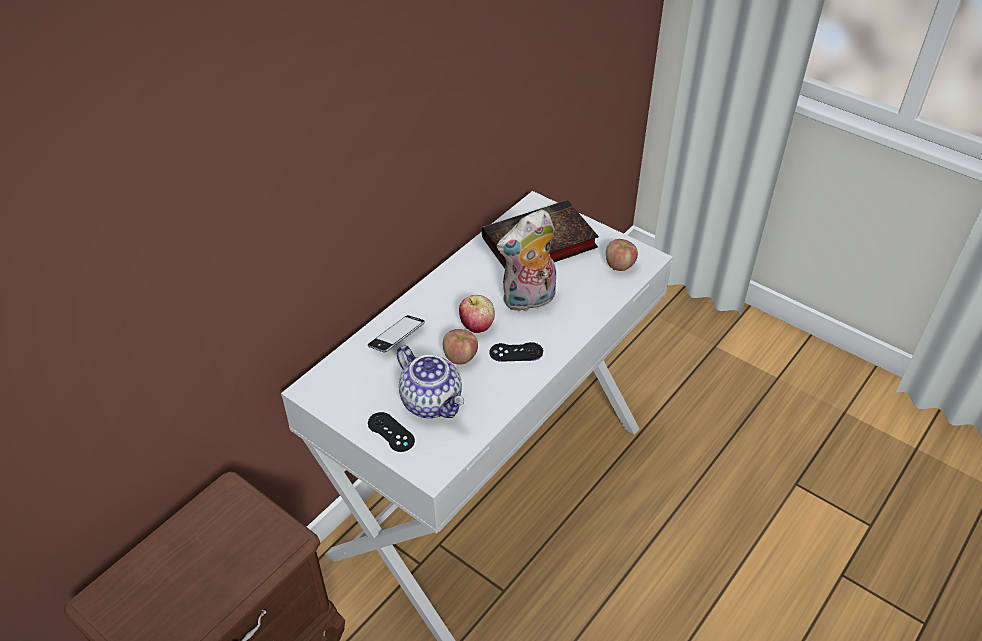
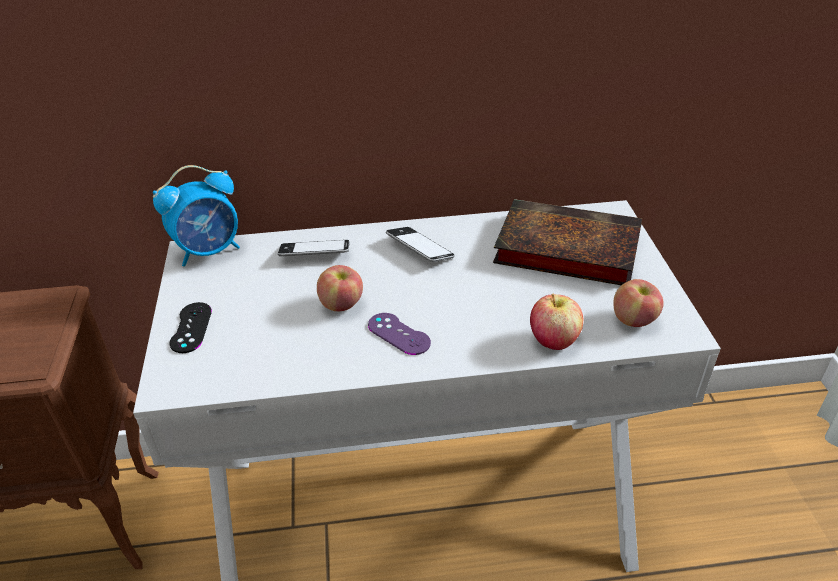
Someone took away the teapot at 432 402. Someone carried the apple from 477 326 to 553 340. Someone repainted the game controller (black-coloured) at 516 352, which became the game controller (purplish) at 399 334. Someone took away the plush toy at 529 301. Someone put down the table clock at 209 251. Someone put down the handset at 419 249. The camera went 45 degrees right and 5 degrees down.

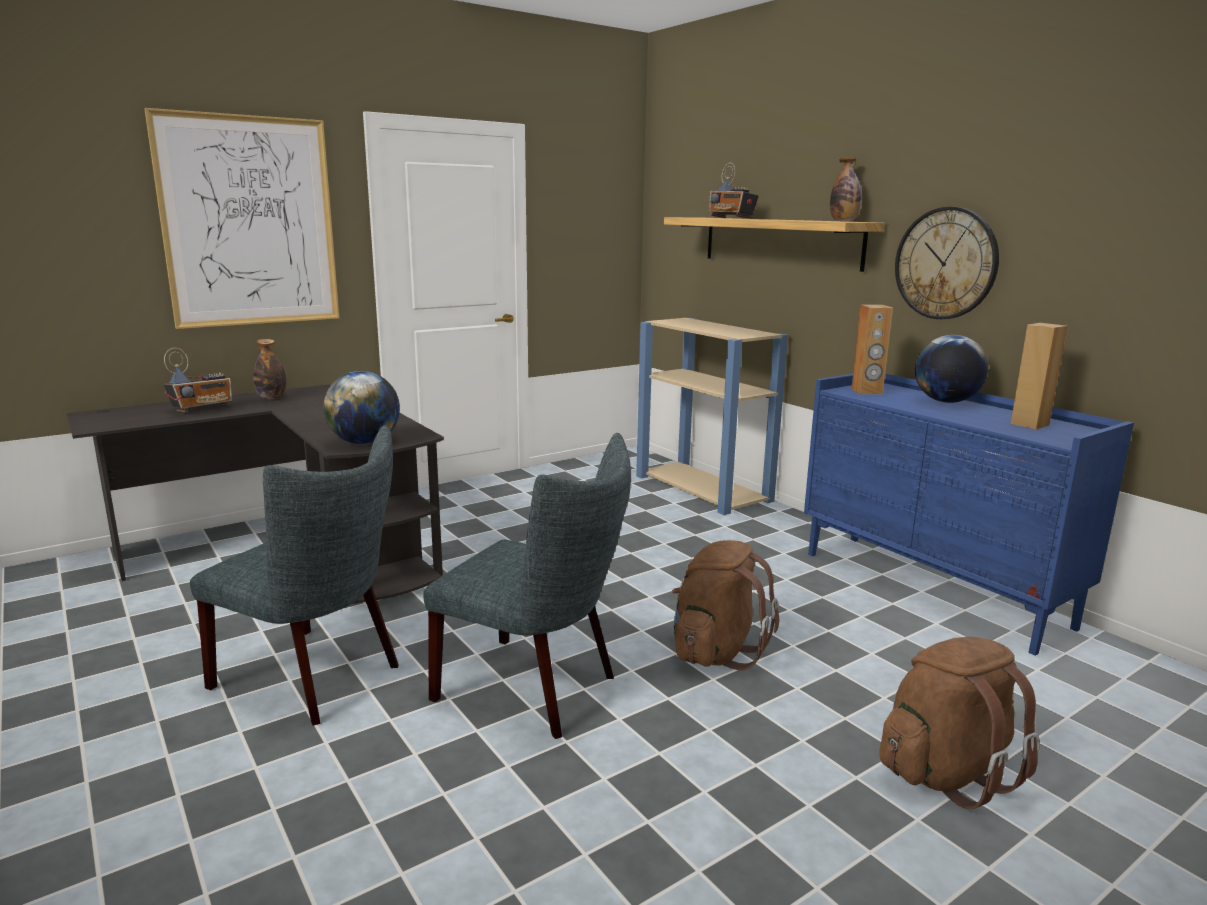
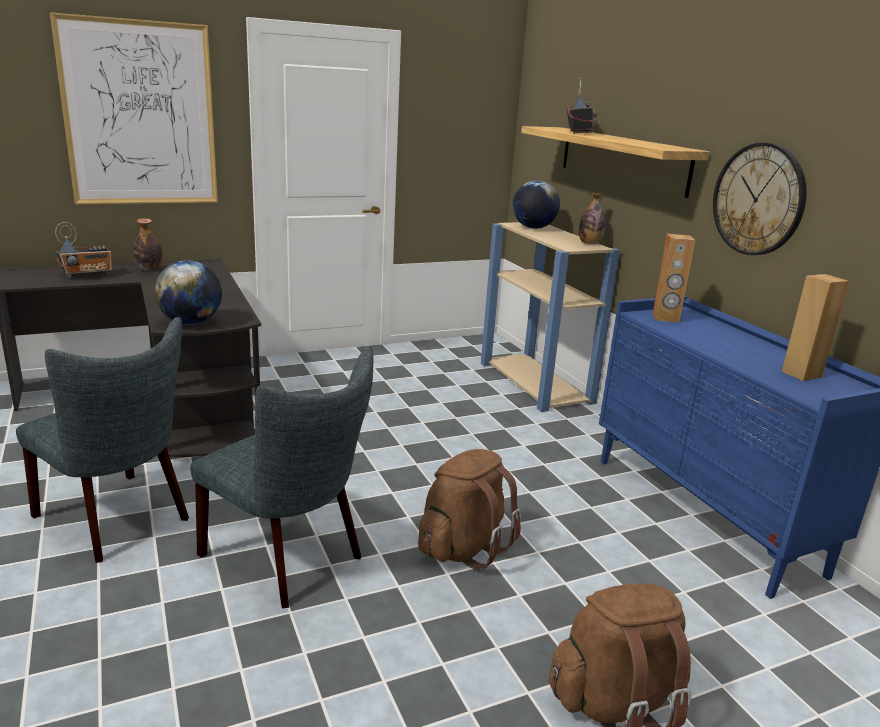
Someone rotated the radio set at 731 218 by 150 degrees counterclockwise. Someone carried the drink bottle from 844 221 to 590 243. Someone carried the globe from 946 401 to 533 228. The camera went 10 degrees right and 5 degrees up.

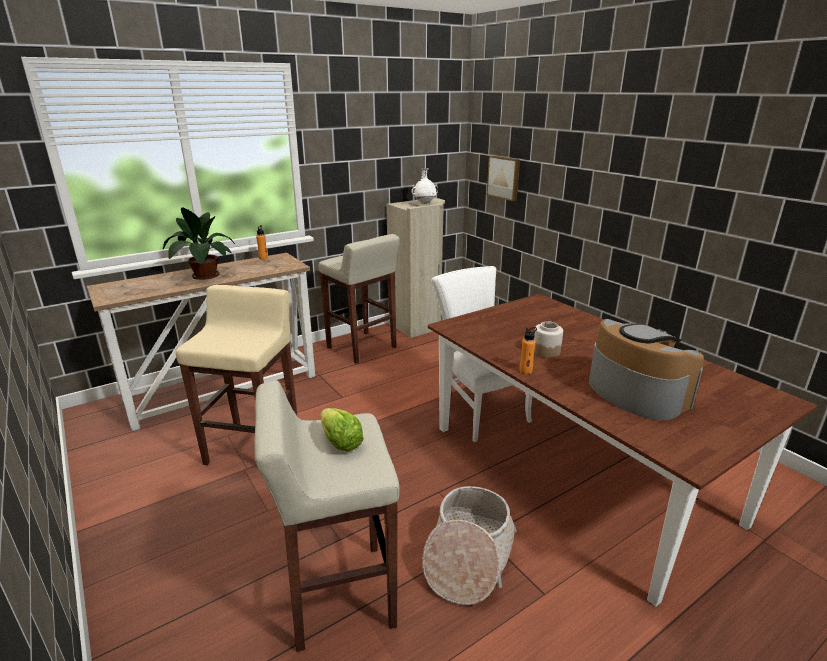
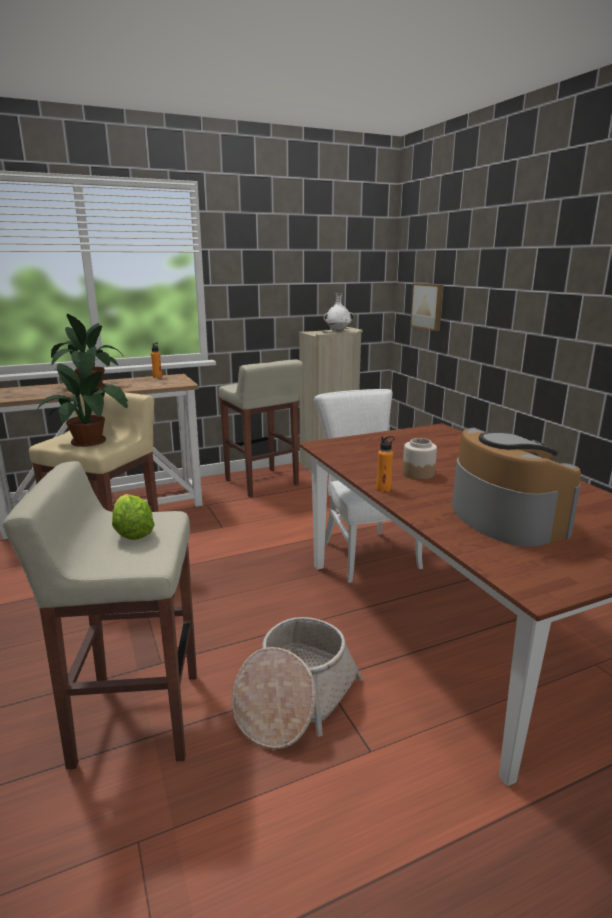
Someone put down the houseplant at 92 441. The camera went 10 degrees right and 5 degrees down.

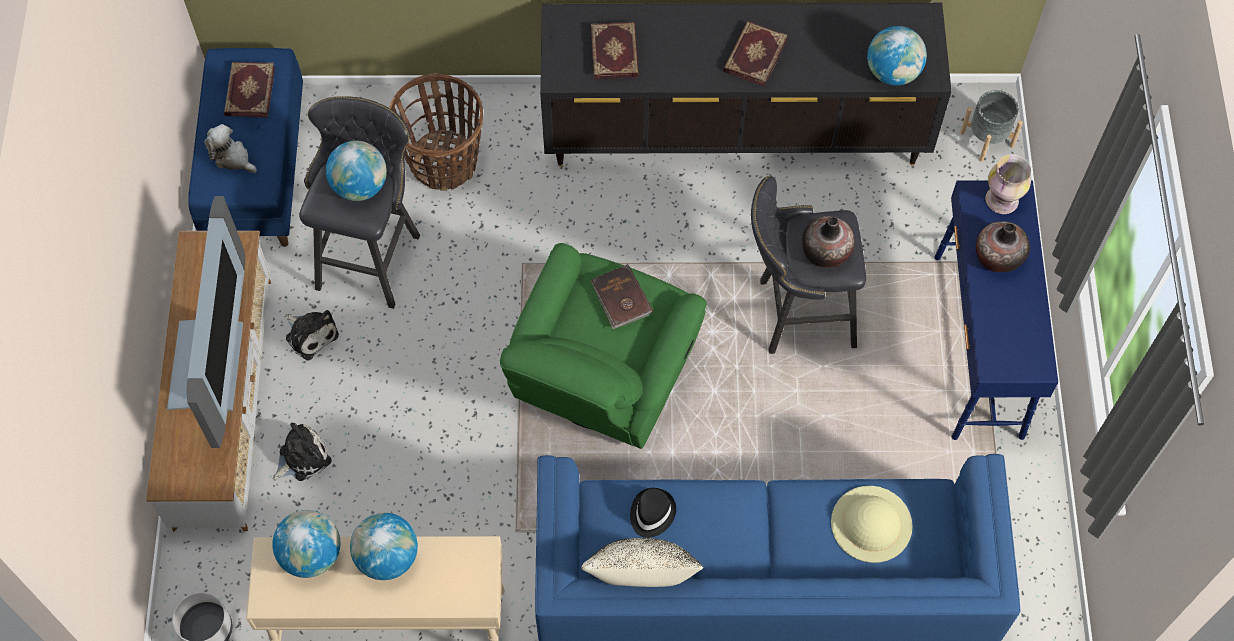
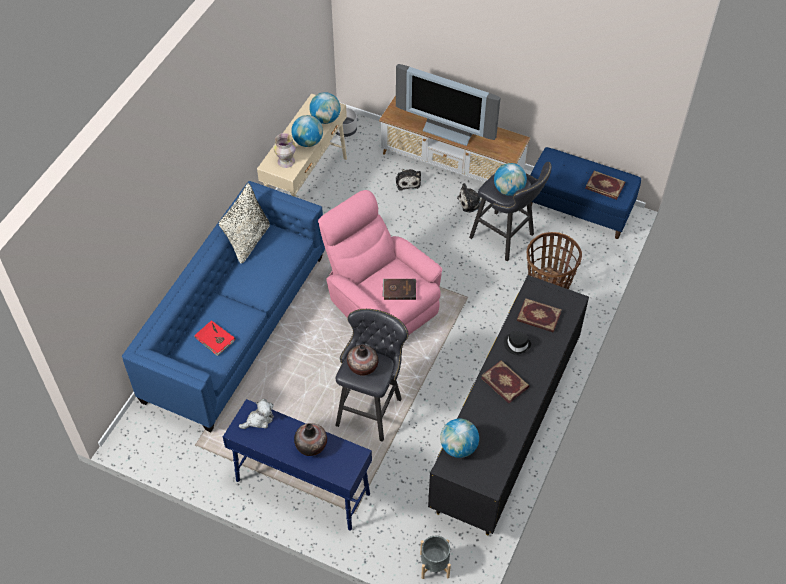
Someone carried the plush toy from 232 157 to 259 419. Someone repainted the easy chair (greenish) at 600 383, which became the easy chair (pinkish) at 380 304. Someone carried the clothing hat (black-coloured) from 651 513 to 517 344. Someone swapped the clothing hat (beige-coloured) at 871 524 for the book (red-coloured) at 214 339. Someone carried the decorative vase from 1002 200 to 286 162. The camera went 115 degrees right and 10 degrees down.

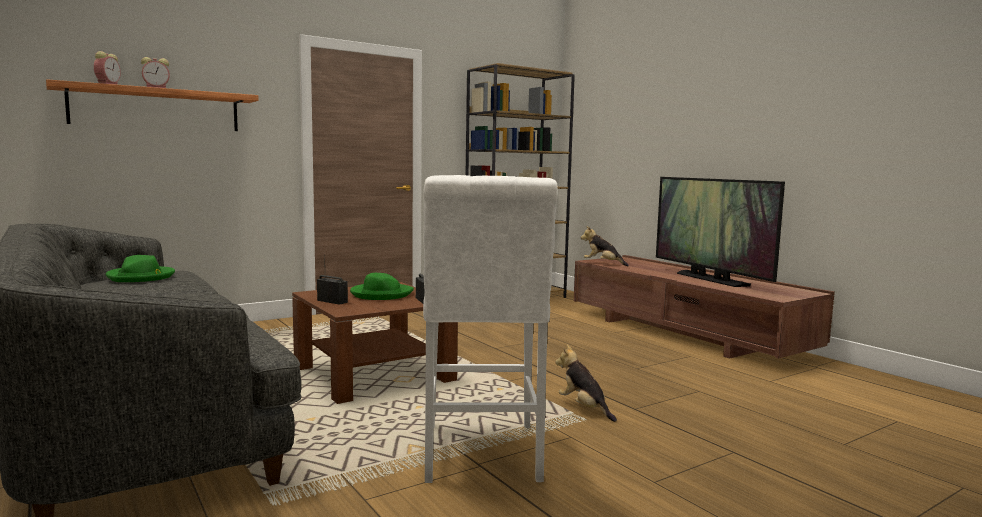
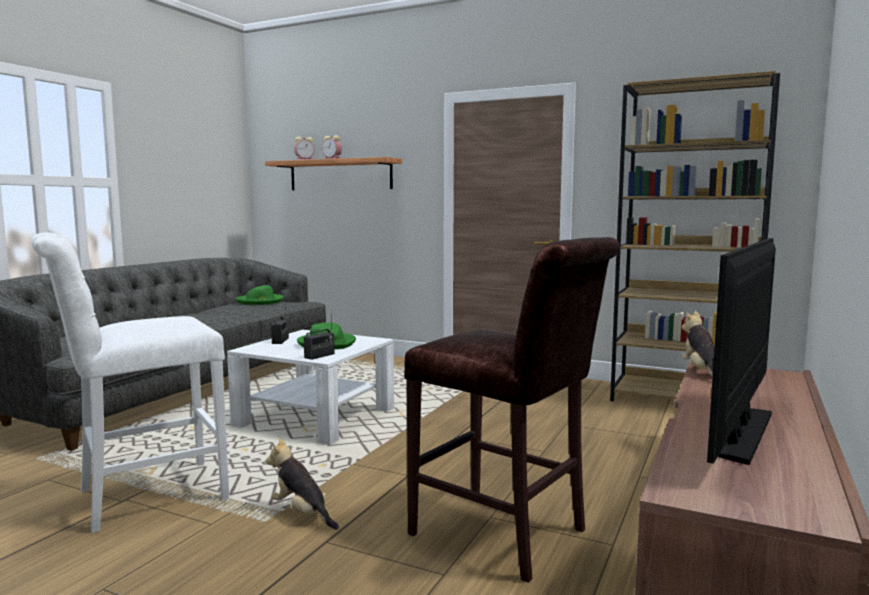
Someone repainted the low table (brown) at 373 373, which became the low table (white) at 315 417. Someone rotated the plush toy at 584 408 by 75 degrees counterclockwise. Someone put down the sitting stool (brown) at 505 535. The camera went 60 degrees right and 0 degrees up.

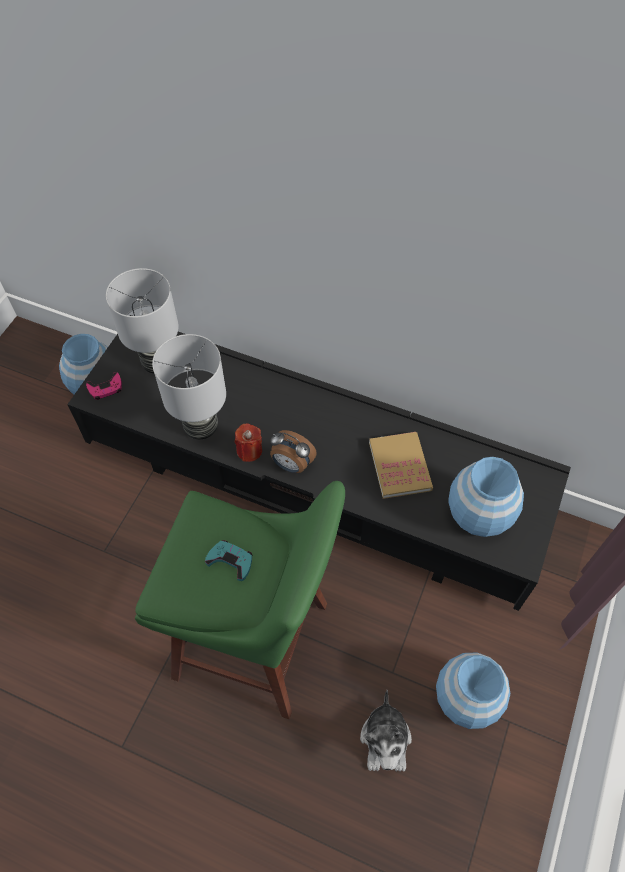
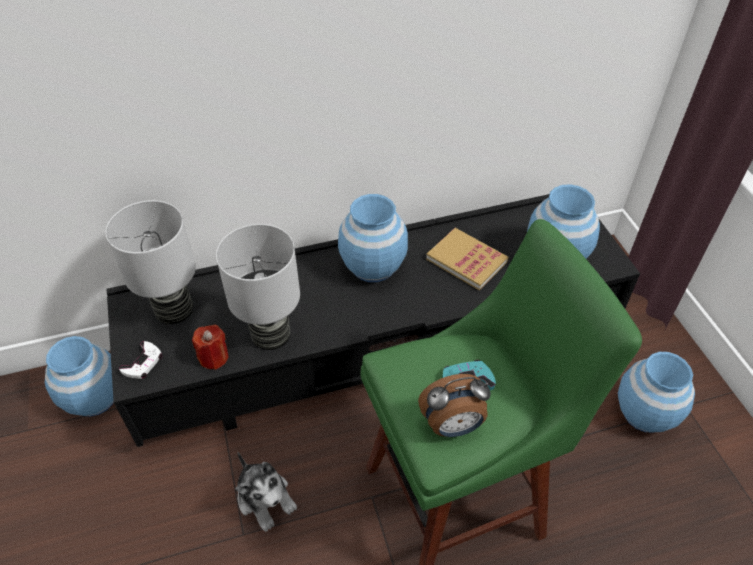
Someone repainted the game controller (pinkish) at 106 388, which became the game controller (white) at 143 363. Someone carried the candle (red-coloured) from 249 450 to 213 357. Someone carried the table clock from 291 464 to 452 426. Someone carried the plush toy from 386 740 to 265 498. Someone put down the decorative vase (blue-coloured) at 373 266. The camera went 40 degrees left and 10 degrees down.

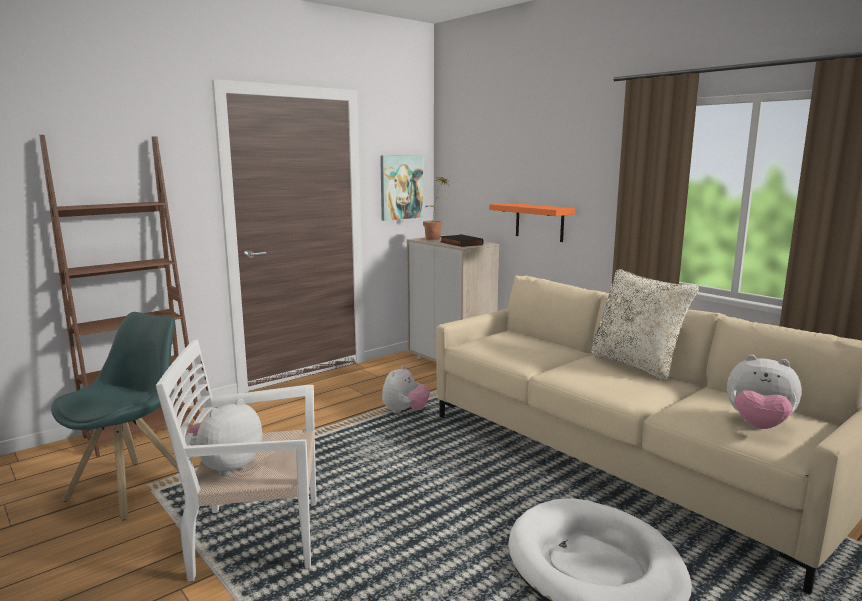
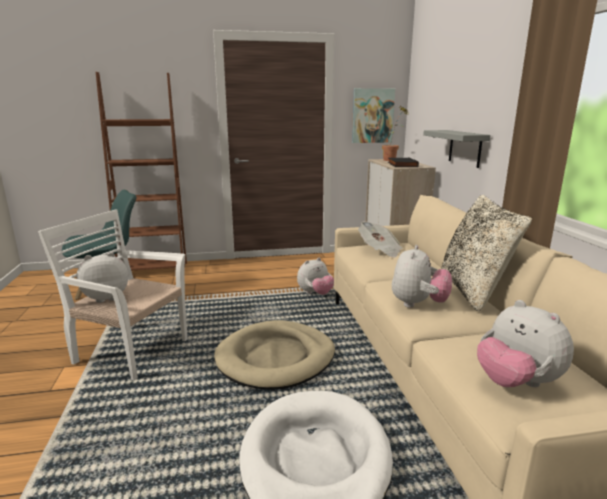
Someone repainted the wall shelf (orange) at 539 222, which became the wall shelf (grey) at 465 148. Someone put down the dog cushion (beige-coloured) at 276 358. Someone put down the daily paper at 380 251. Someone put down the plush toy at 418 304. The camera went 30 degrees right and 5 degrees up.

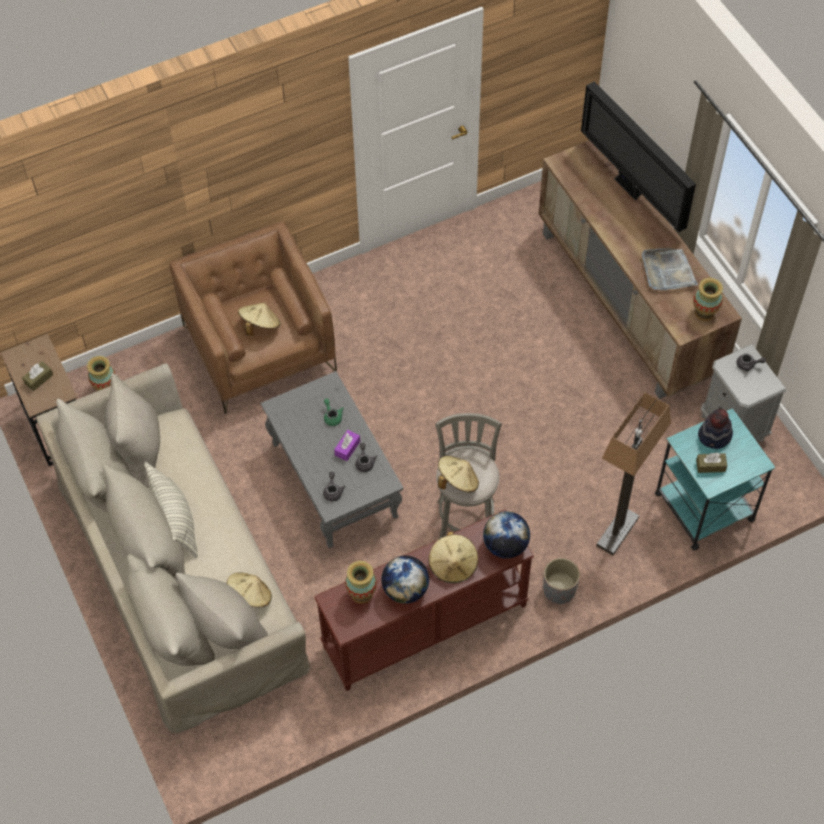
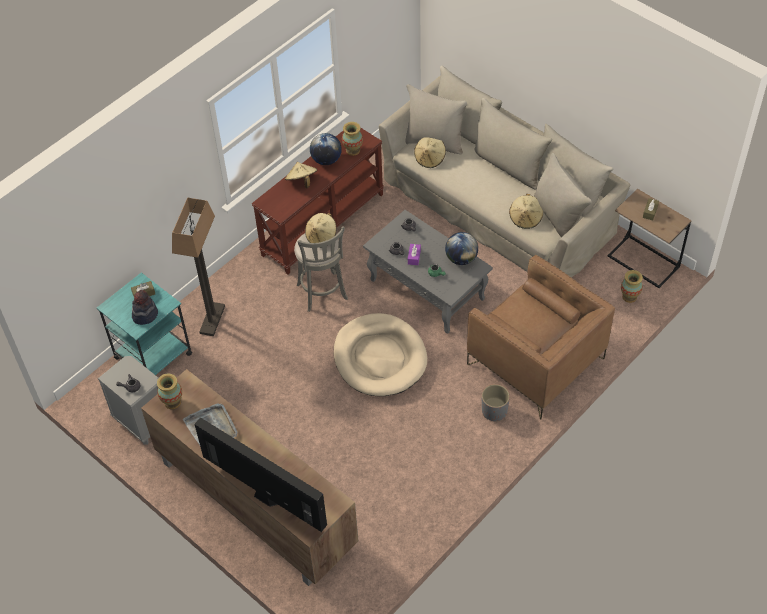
Someone took away the throw pillow at 175 521. Someone carried the clothing hat (beige-coloured) from 260 325 to 526 218. Someone carried the globe from 505 545 to 461 259. Someone carried the plant pot (grey) from 559 590 to 494 411. Someone put down the dog cushion (beige-coloured) at 379 358. The camera went 160 degrees right and 5 degrees down.

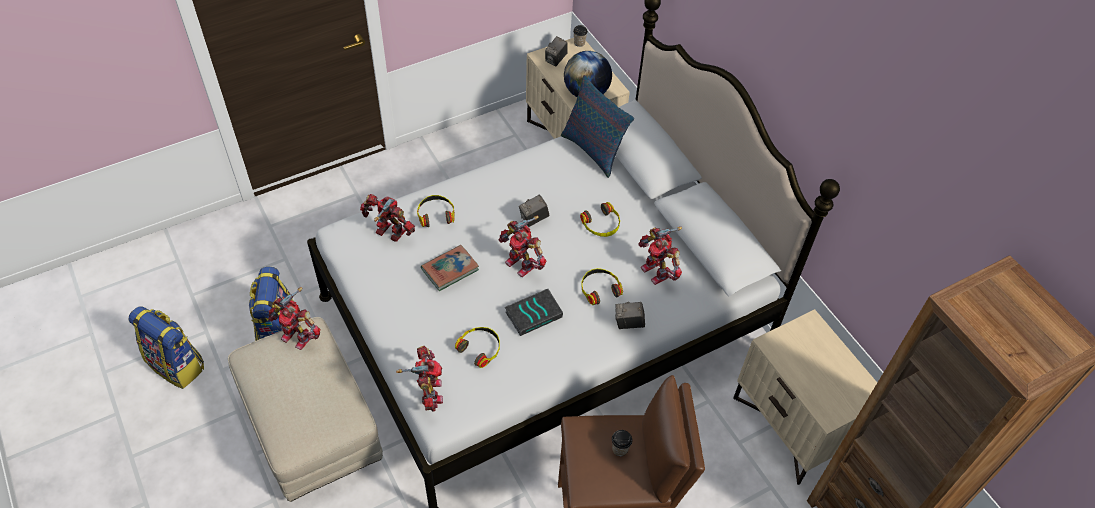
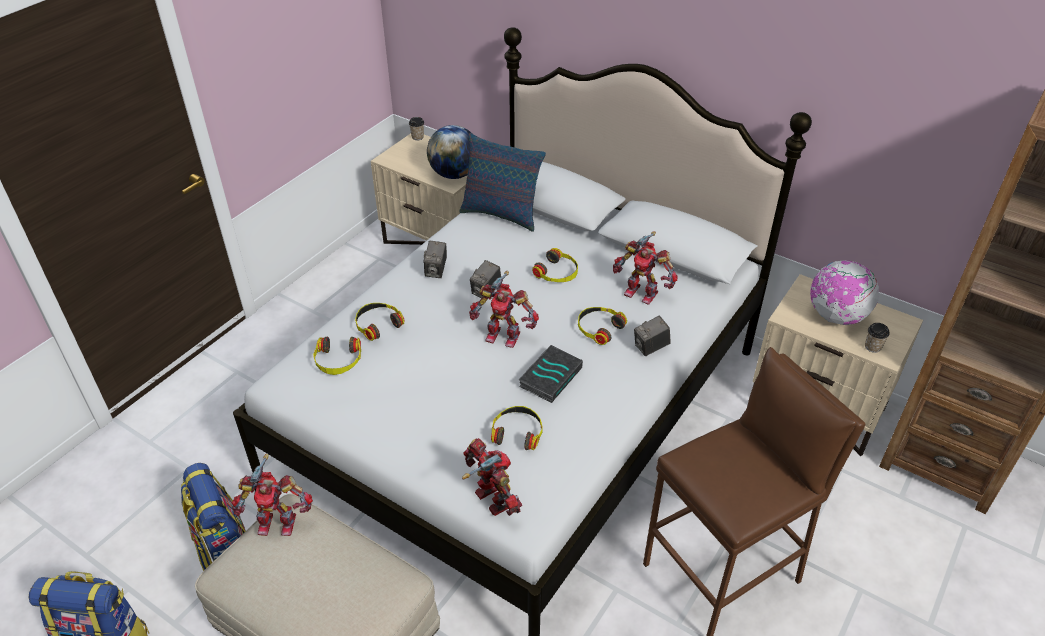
Someone swapped the model robot at 390 233 for the pair of headphones at 338 361. Someone took away the book at 450 270. Someone carried the still camera from 556 60 to 436 271. Someone carried the drinking cup from 620 449 to 872 347. Someone put down the globe at 836 316. The camera went 25 degrees left and 10 degrees down.

